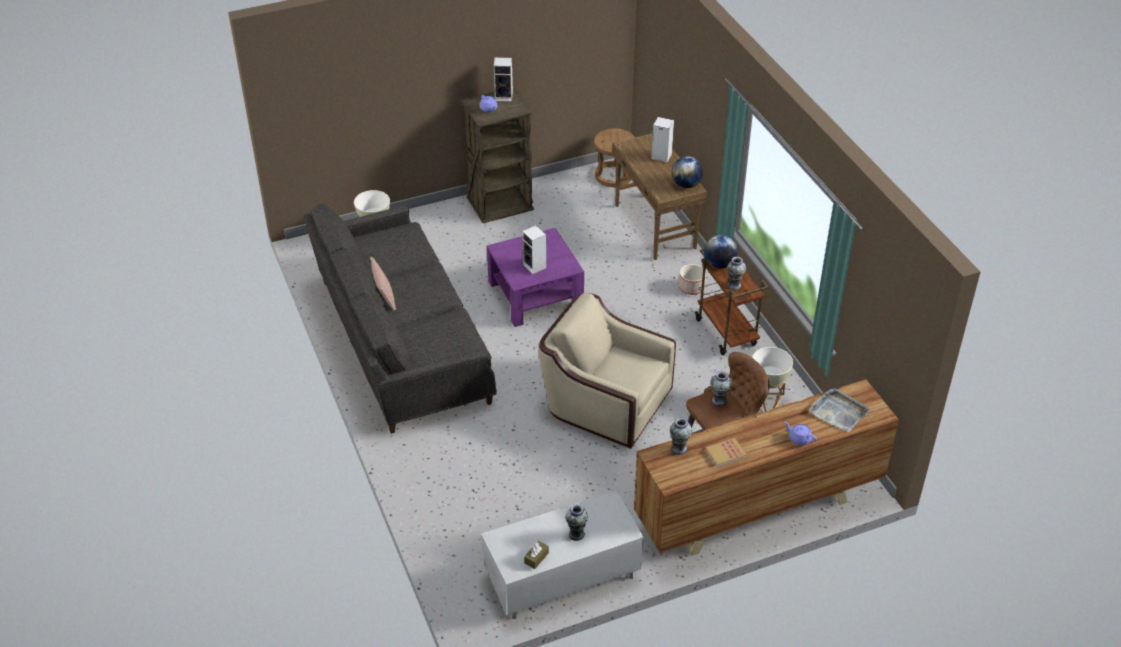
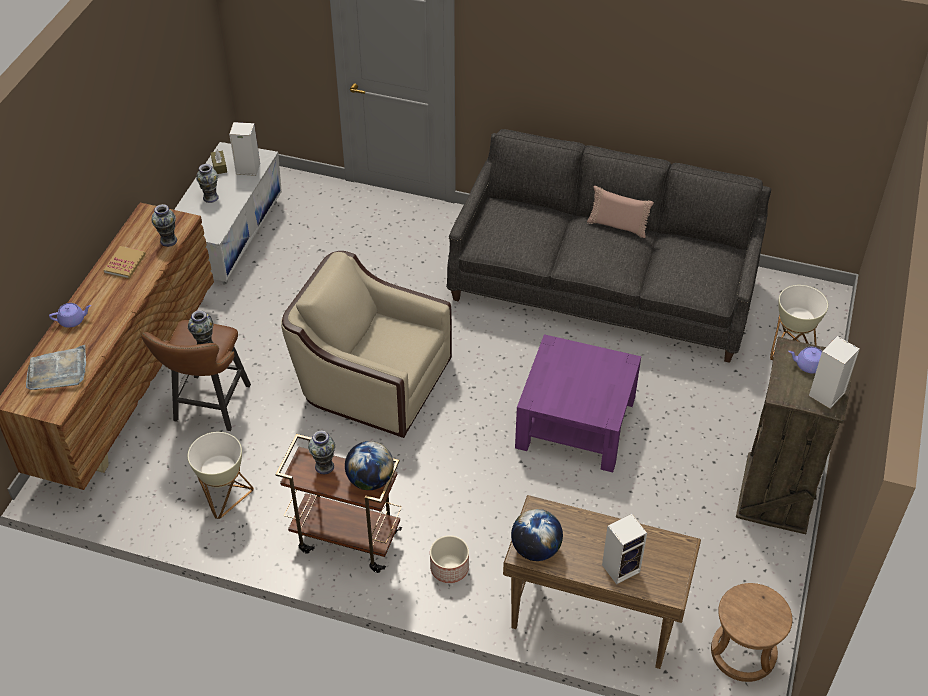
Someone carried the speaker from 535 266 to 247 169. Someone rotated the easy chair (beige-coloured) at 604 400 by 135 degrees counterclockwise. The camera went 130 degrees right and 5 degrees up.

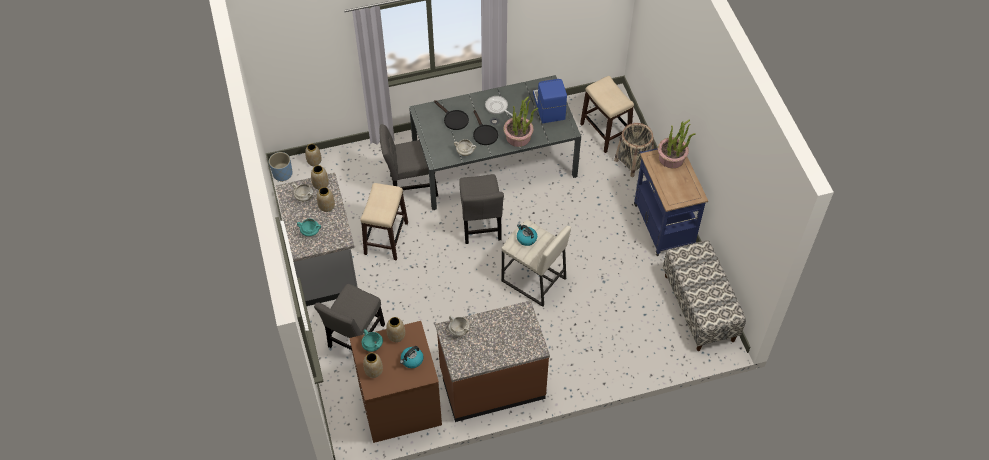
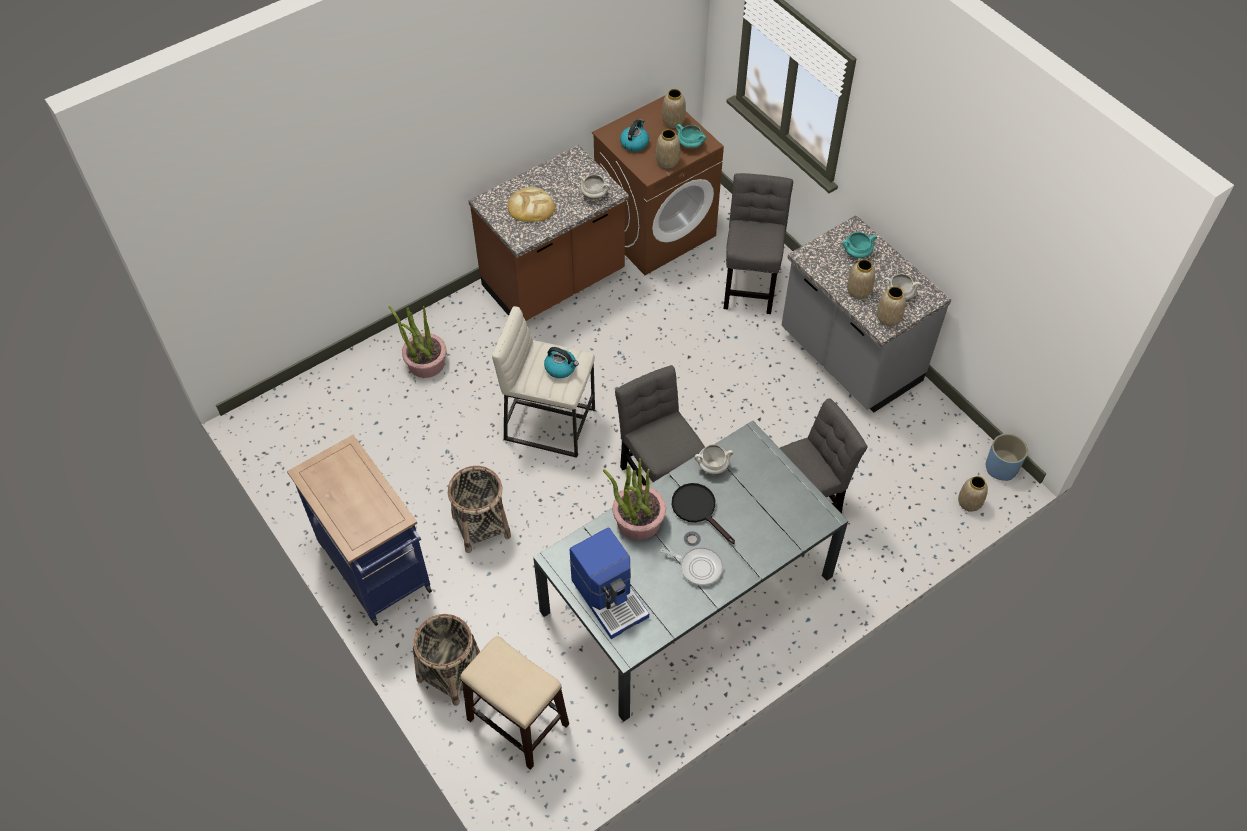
Someone took away the sitting stool at 386 238. Someone took away the frying pan (black-coloured) at 453 119. Someone carried the houseplant from 671 158 to 425 363. Someone took away the indoor bench at 699 308. Someone put down the household basket at 481 526. Someone put down the bakery bread at 531 207. The camera went 160 degrees right and 0 degrees up.

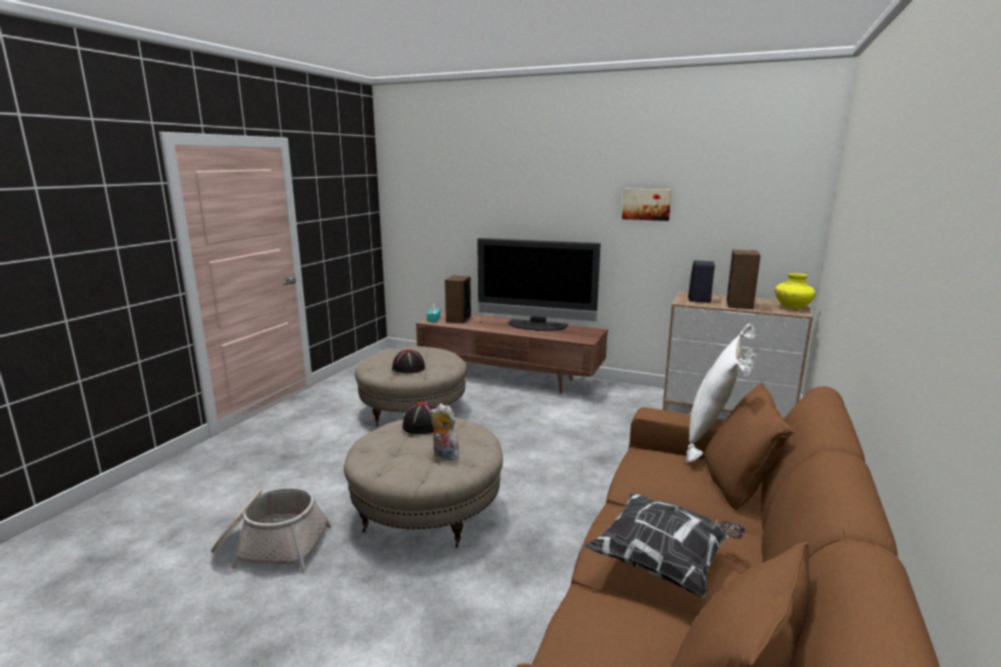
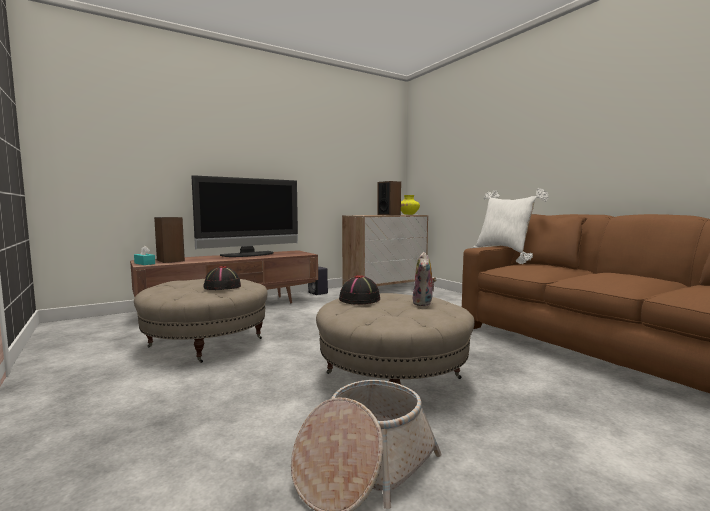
Someone rotated the plush toy at 444 455 by 60 degrees counterclockwise. Someone took away the throw pillow at 664 562. Someone took away the wall picture at 646 204. Someone carried the speaker (black-coloured) from 699 300 to 318 293. The camera went 55 degrees left and 10 degrees down.

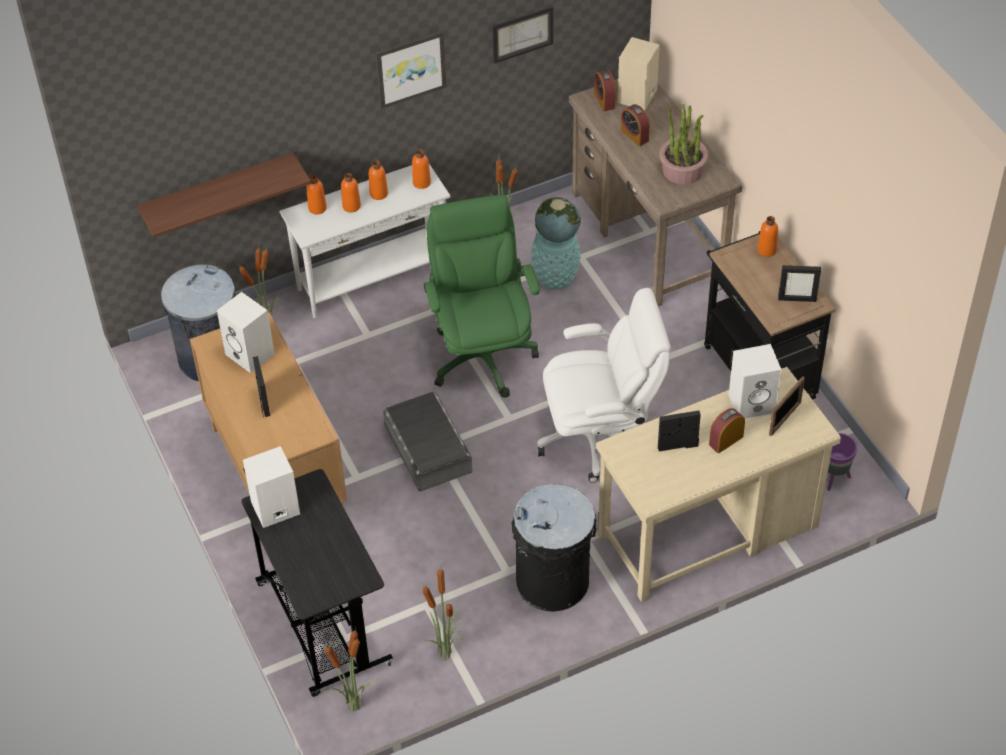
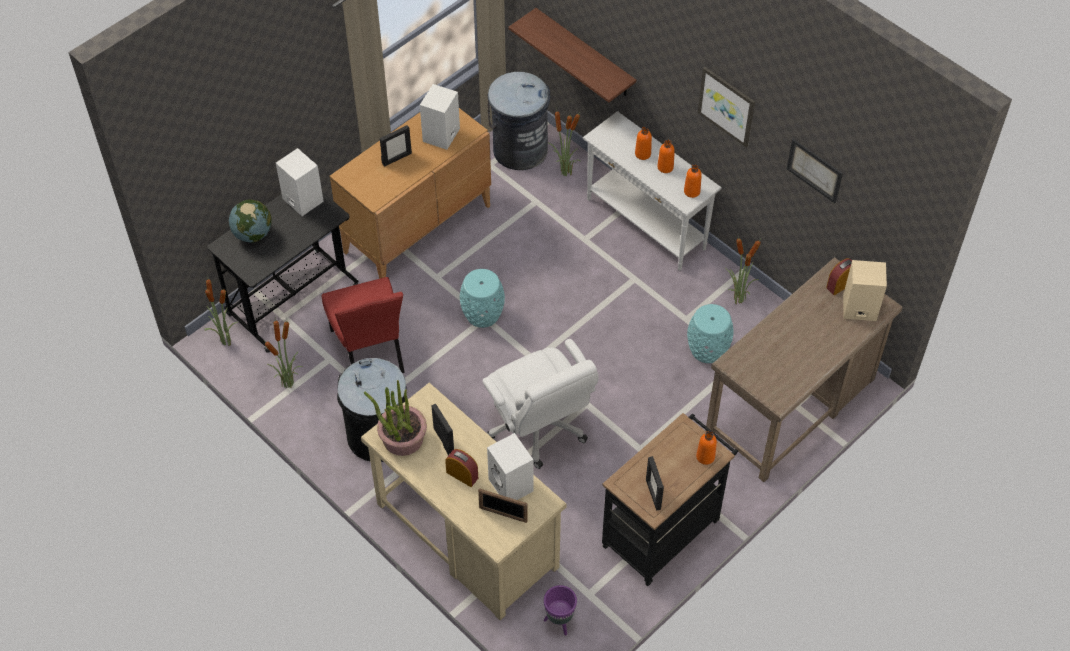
Someone took away the drink bottle (orange) at 317 208. Someone swapped the storage container (grey) at 427 448 for the sitting stool (blue-green) at 482 314. Someone took away the computer chair (greenish) at 482 351. Someone carried the globe from 557 235 to 253 234. Someone took away the table clock at 634 135. Someone carried the houseplant from 682 171 to 402 438. Someone put down the chair (red-coloured) at 369 348. The camera went 70 degrees right and 5 degrees up.

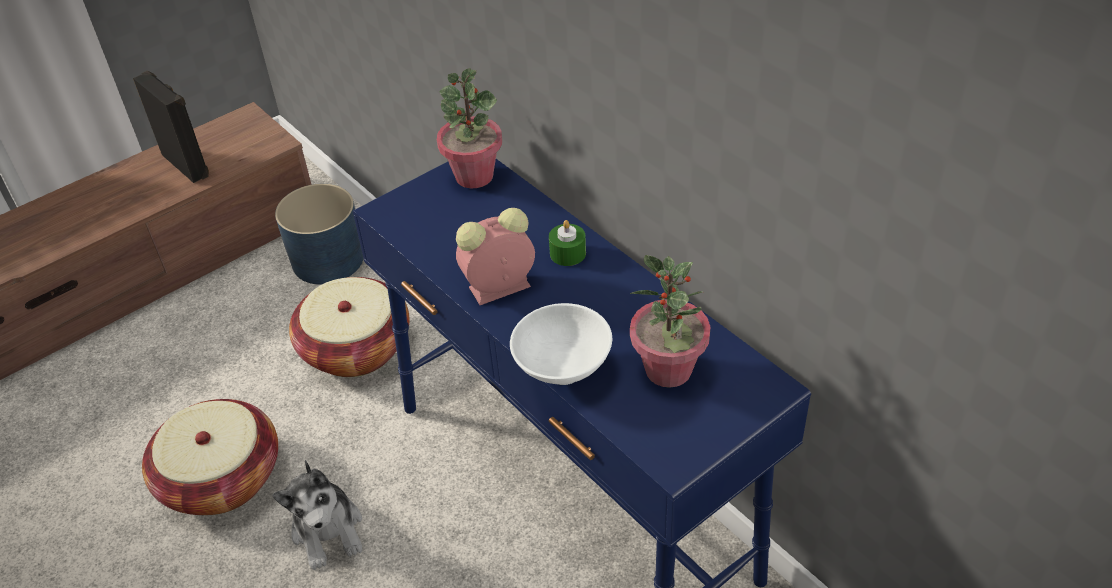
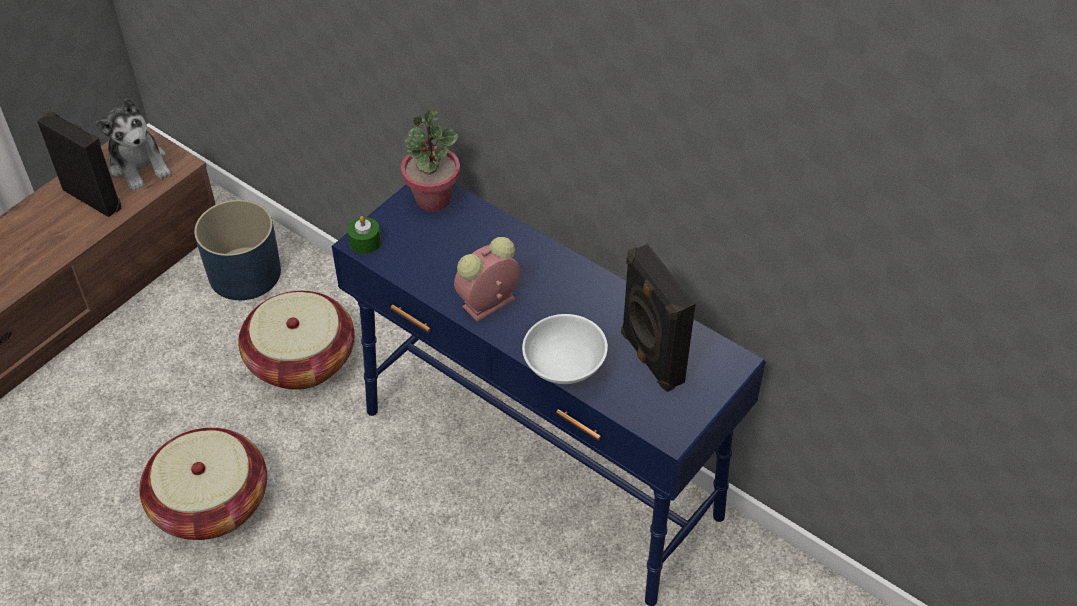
Someone carried the plush toy from 328 530 to 139 165. Someone carried the candle (greenish) from 568 253 to 365 242. Someone swapped the houseplant at 668 370 for the speaker (black-coloured) at 650 358. The camera went 15 degrees left and 5 degrees up.

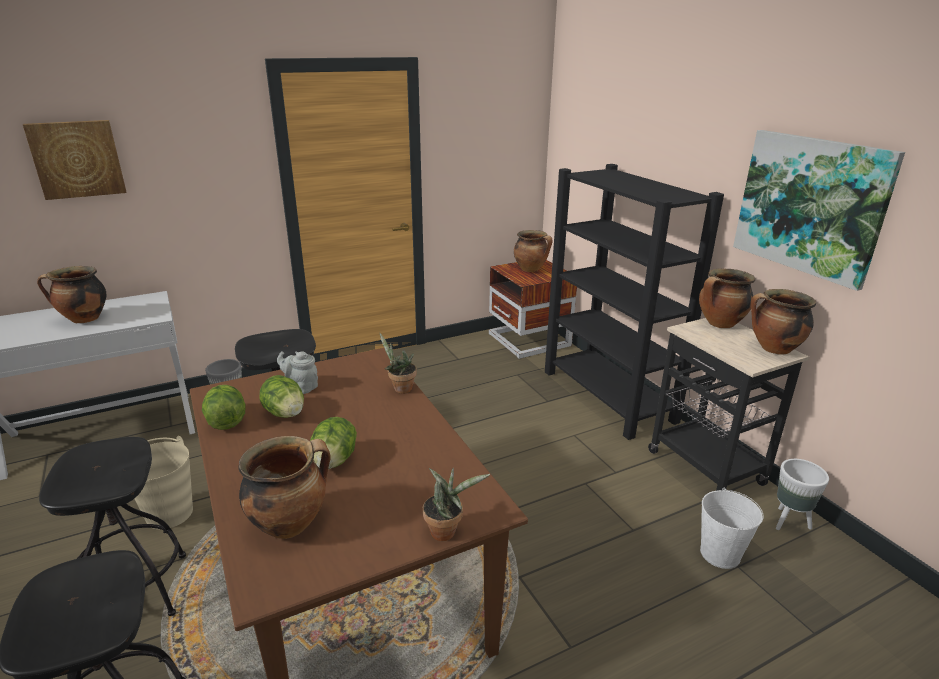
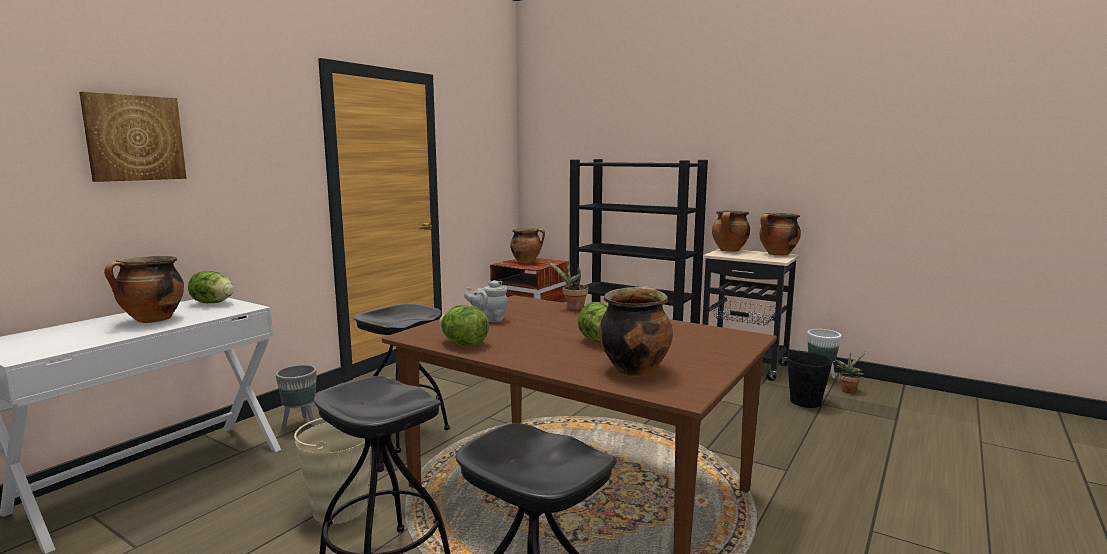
Someone carried the lettuce head from 285 413 to 213 303. Someone carried the houseplant from 446 531 to 848 390. Someone repainted the pail (white) at 719 554, which became the pail (black-coloured) at 805 402. Someone took away the wall picture at 810 205. The camera went 30 degrees left and 15 degrees down.

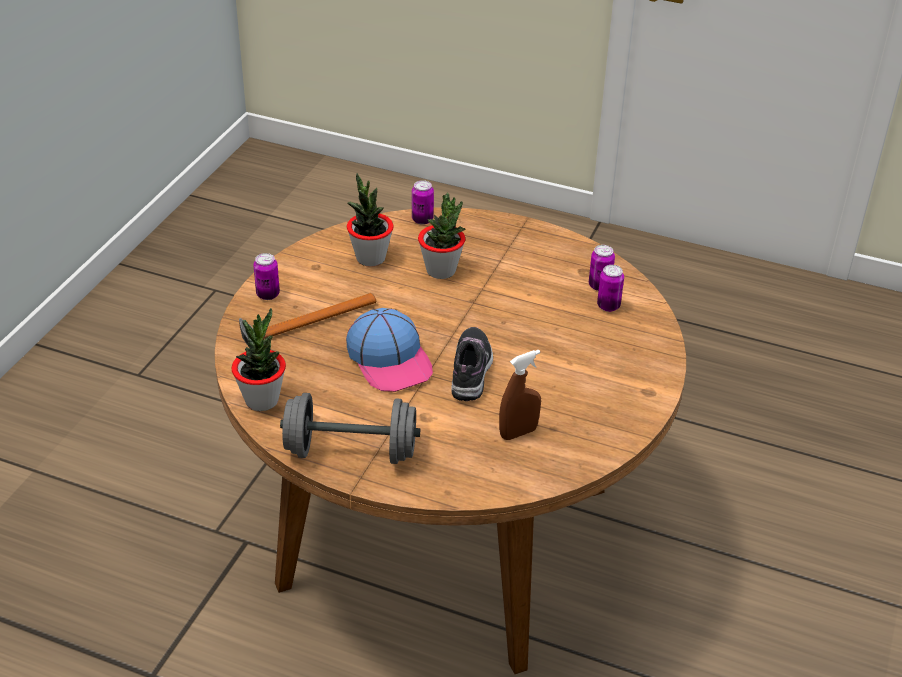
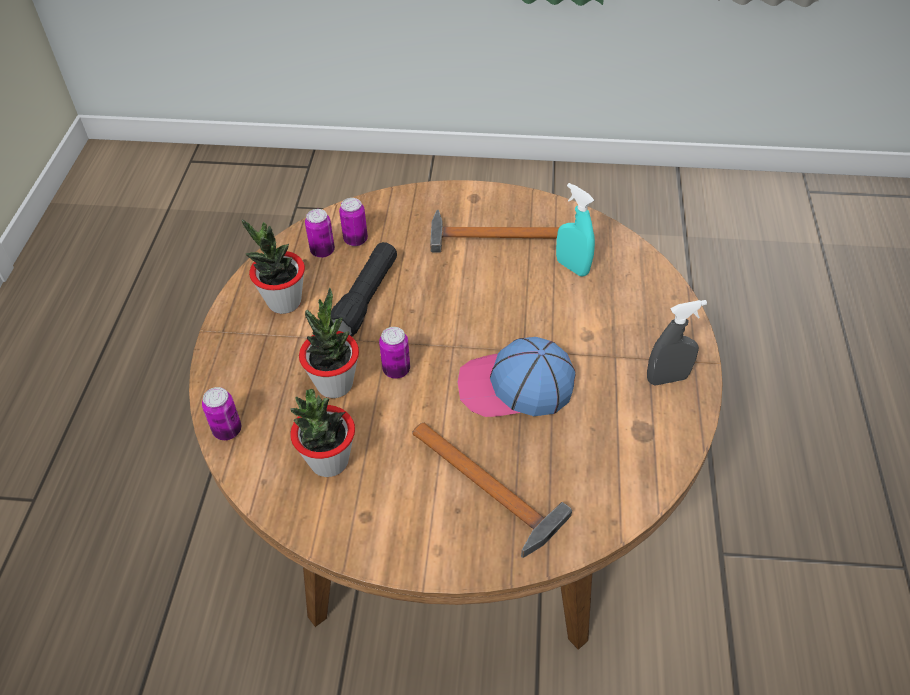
Someone carried the houseplant from 262 400 to 284 302. Someone carried the metal can from 268 294 to 396 370. Someone swapped the hand weight (grey) at 351 451 for the hand sprayer (grey) at 667 378. Someone rotated the baseball cap at 390 359 by 135 degrees counterclockwise. Someone took away the shoe at 471 370. Someone repainted the hand sprayer (brown) at 518 433, which became the hand sprayer (blue-green) at 572 267. Someone put down the flashlight (black-coloured) at 365 299. Someone put down the tool hammer at 493 235. The camera went 105 degrees left and 10 degrees up.

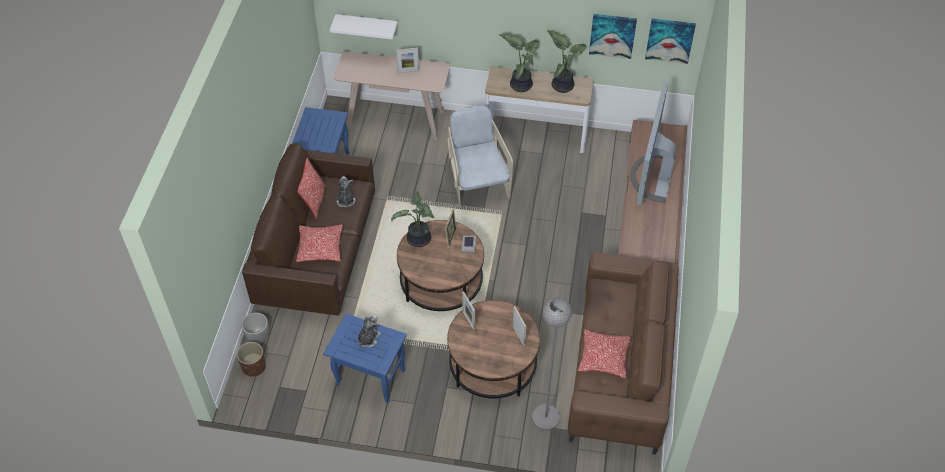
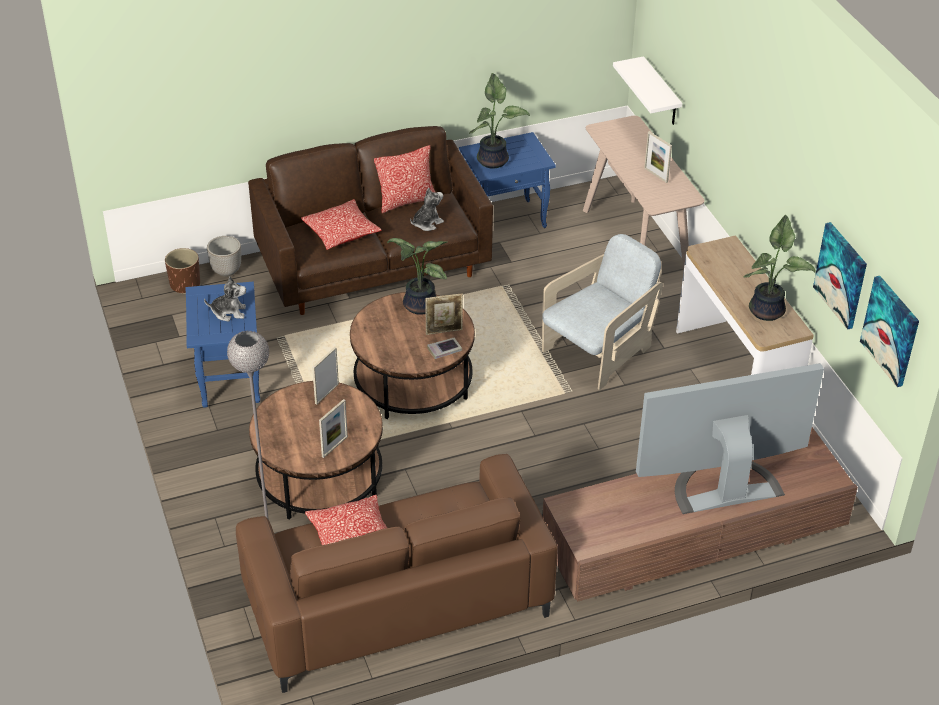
Someone carried the houseplant from 520 84 to 494 160. The camera went 60 degrees right and 10 degrees down.

